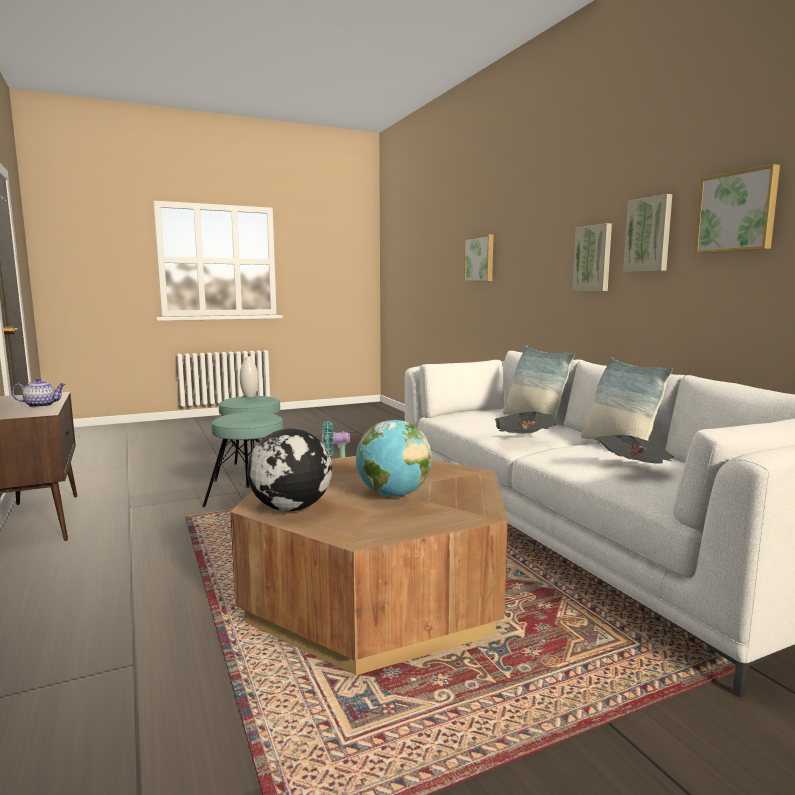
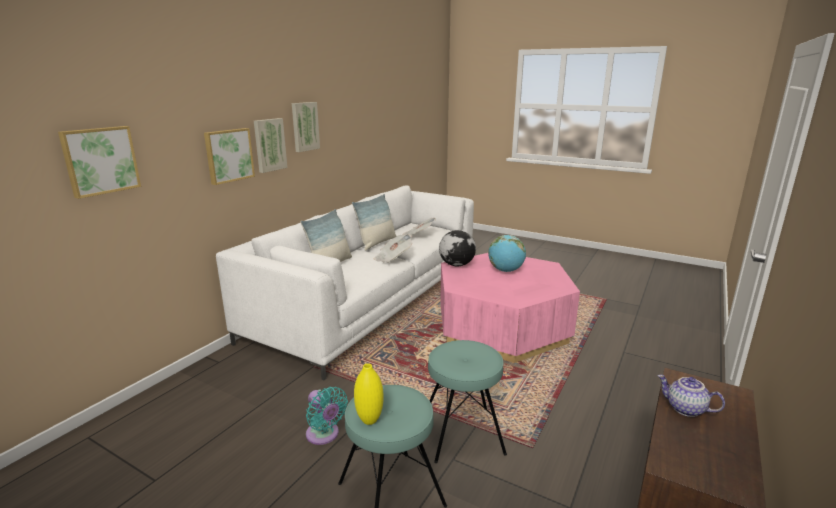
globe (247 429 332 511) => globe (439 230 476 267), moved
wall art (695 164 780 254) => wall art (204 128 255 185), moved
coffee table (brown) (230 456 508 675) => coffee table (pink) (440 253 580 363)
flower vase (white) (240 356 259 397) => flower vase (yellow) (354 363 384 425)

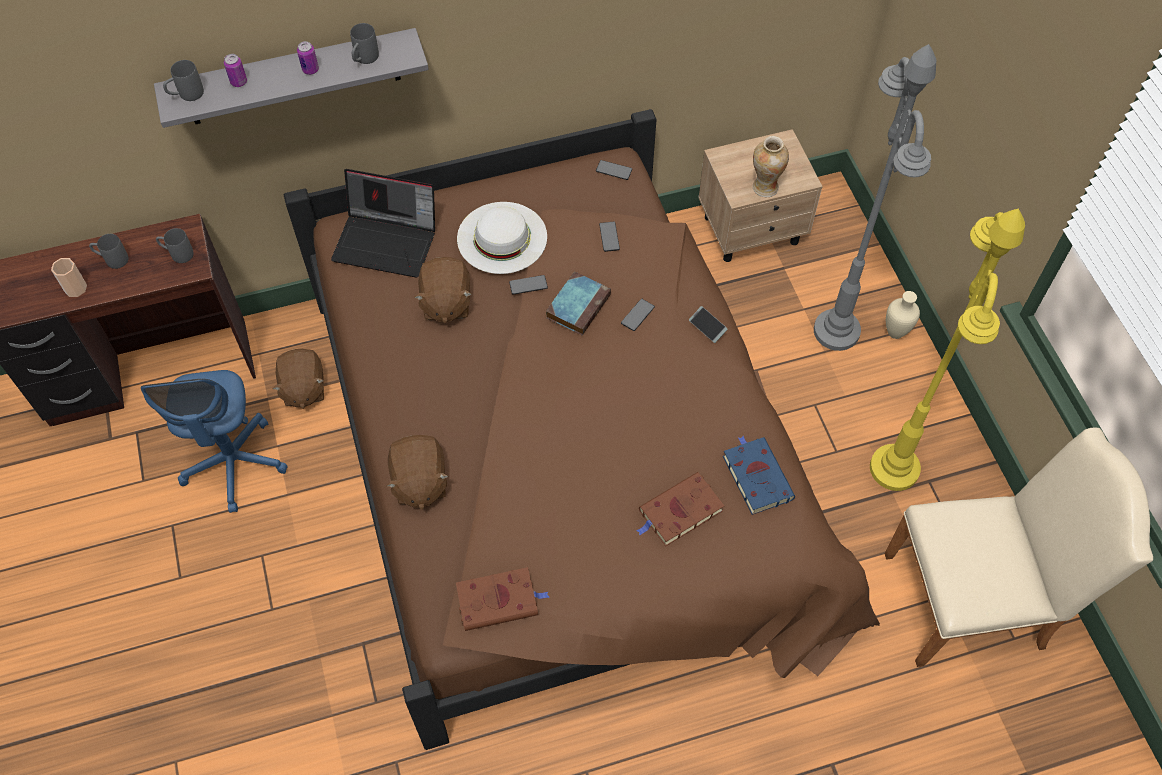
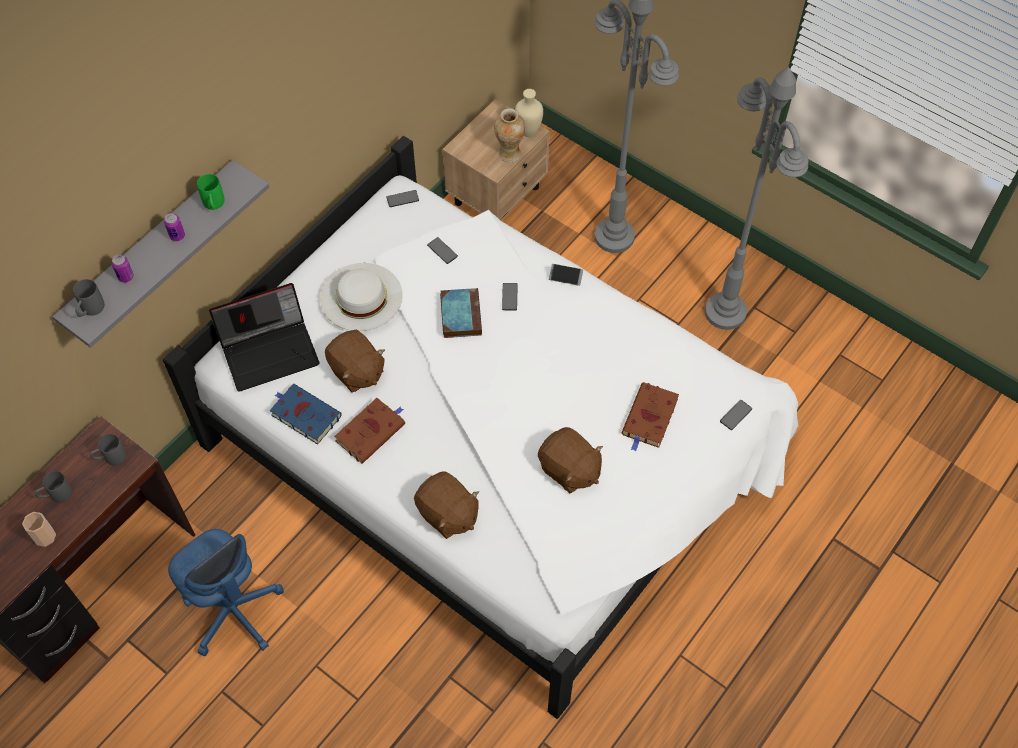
plain chair (beige-coloured) (884 428 1153 667) => nothing
cuddly toy (brown) (273 349 324 409) => cuddly toy (brown) (538 427 603 494), moved
bound book (brown) (456 567 549 631) => bound book (brown) (334 398 405 464), moved
phone (509 275 548 295) => phone (720 400 752 430), moved
bound book (bluish) (723 436 795 515) => bound book (bluish) (270 384 342 445), moved
flower vase (beige-coloured) (886 291 920 339) => flower vase (beige-coloured) (515 89 543 137), moved
sleeping bed (brown) (283 109 880 750) => sleeping bed (white) (163 136 798 719)
tea mug (greyish) (350 23 379 64) => tea mug (greenish) (197 174 225 210)
standard lamp (yellow) (870 209 1025 491) => standard lamp (greyish) (705 67 808 330)

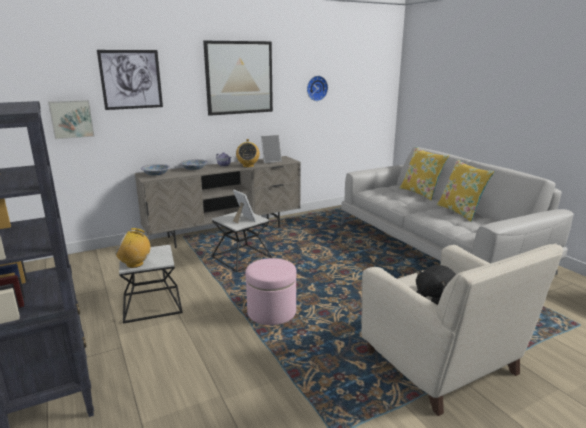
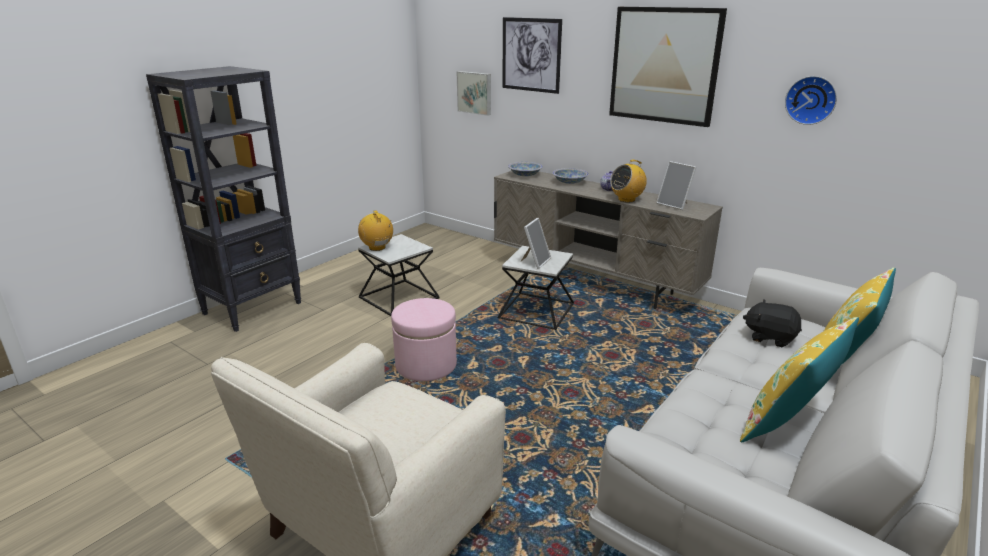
cuddly toy (blackish) (416 265 456 305) => cuddly toy (blackish) (743 299 802 347), moved

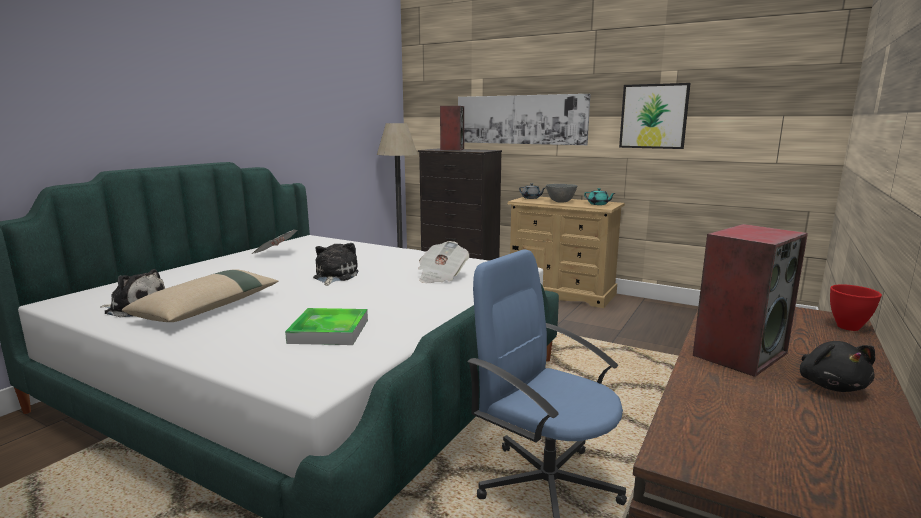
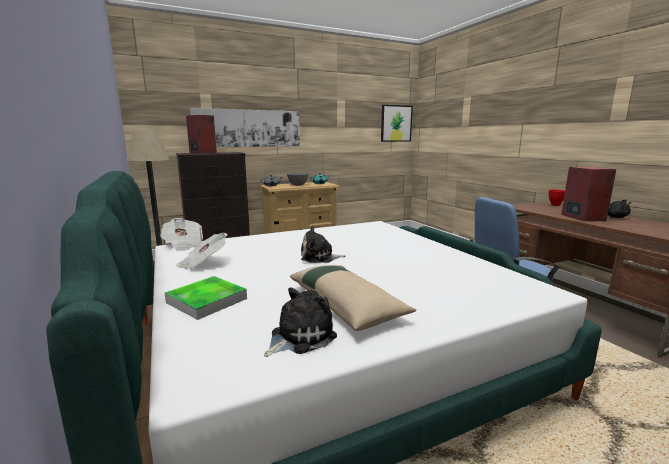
carrying tray (285 308 368 345) => carrying tray (165 276 247 320), moved
daily paper (418 241 469 283) => daily paper (160 218 203 251), moved
wall art (619 83 691 149) => wall art (381 105 413 142), moved
cuddly toy (313 243 358 286) => cuddly toy (301 226 346 263), 45 degrees counterclockwise

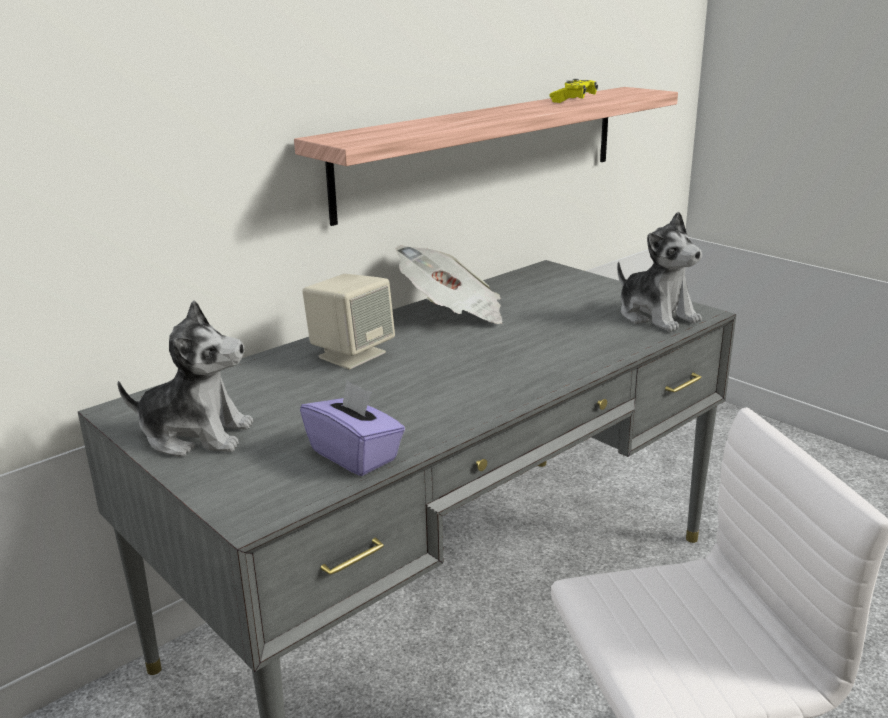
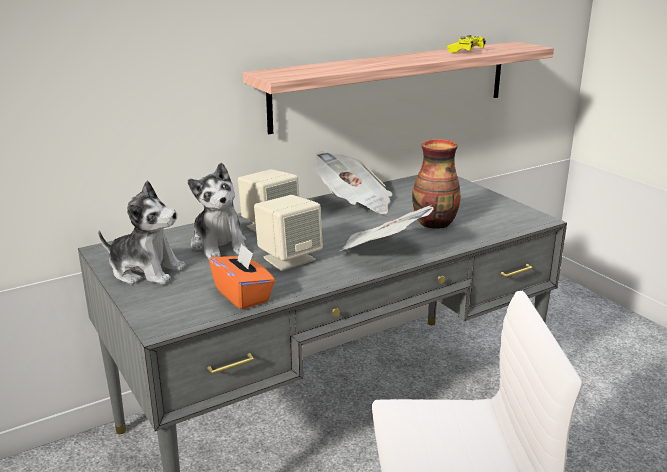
nothing => speaker (beige-coloured) (254 195 323 271)
nothing => daily paper (338 205 434 252)
nothing => flower vase (412 139 460 229)
cuddly toy (617 212 702 332) => cuddly toy (188 162 248 259), moved
box of tissues (purple-coloured) (300 380 405 476) => box of tissues (orangey) (209 243 275 310)

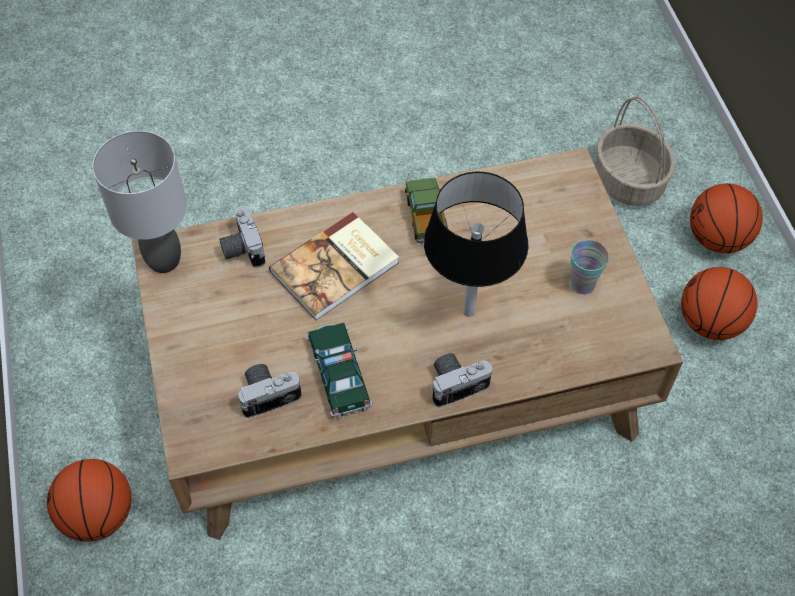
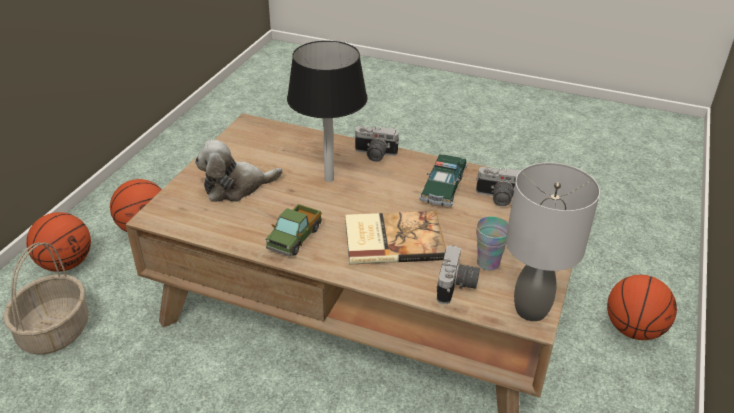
nothing => cuddly toy (195 140 283 202)
drinking cup (570 240 609 294) => drinking cup (476 216 508 271), moved

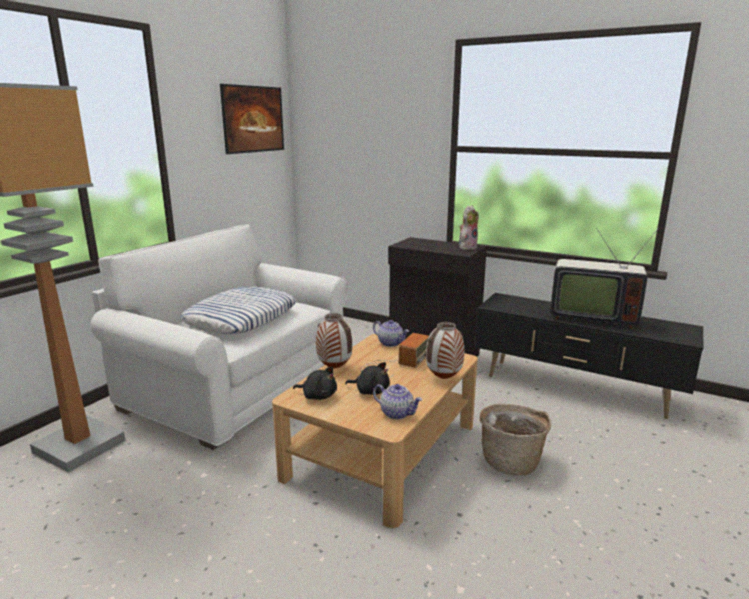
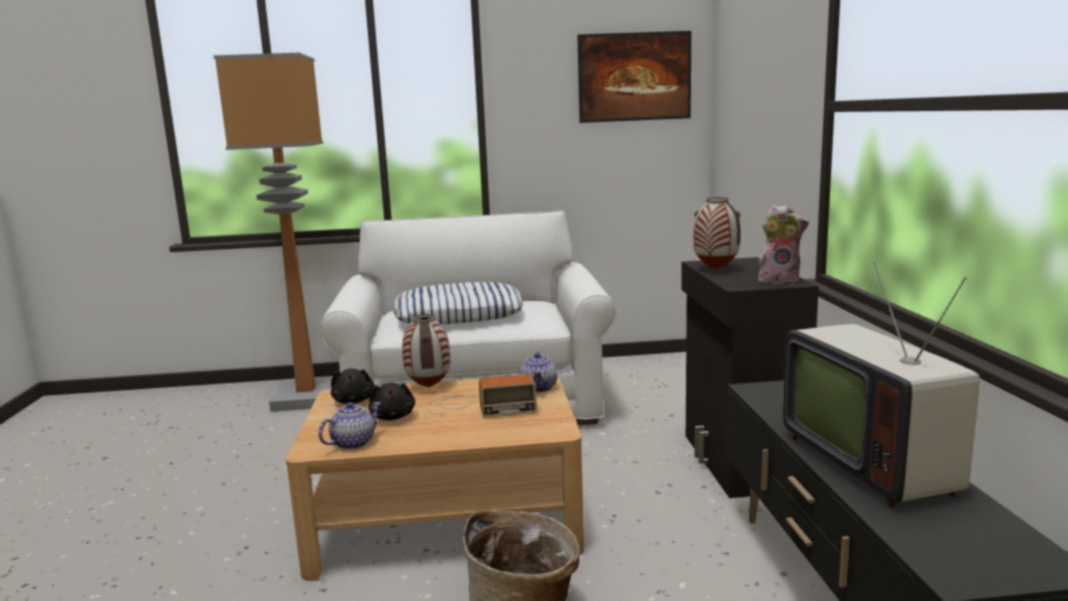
flower vase (426 322 464 379) => flower vase (693 198 741 270), moved
teapot (373 384 422 419) => teapot (318 402 381 450), 135 degrees counterclockwise

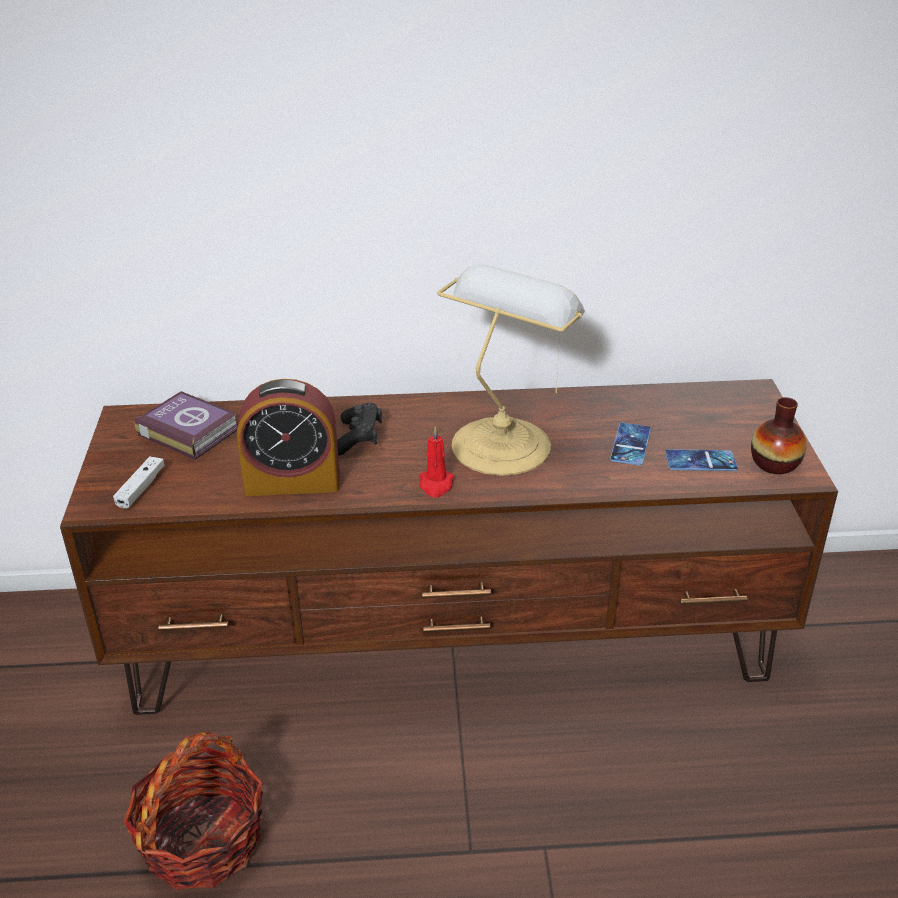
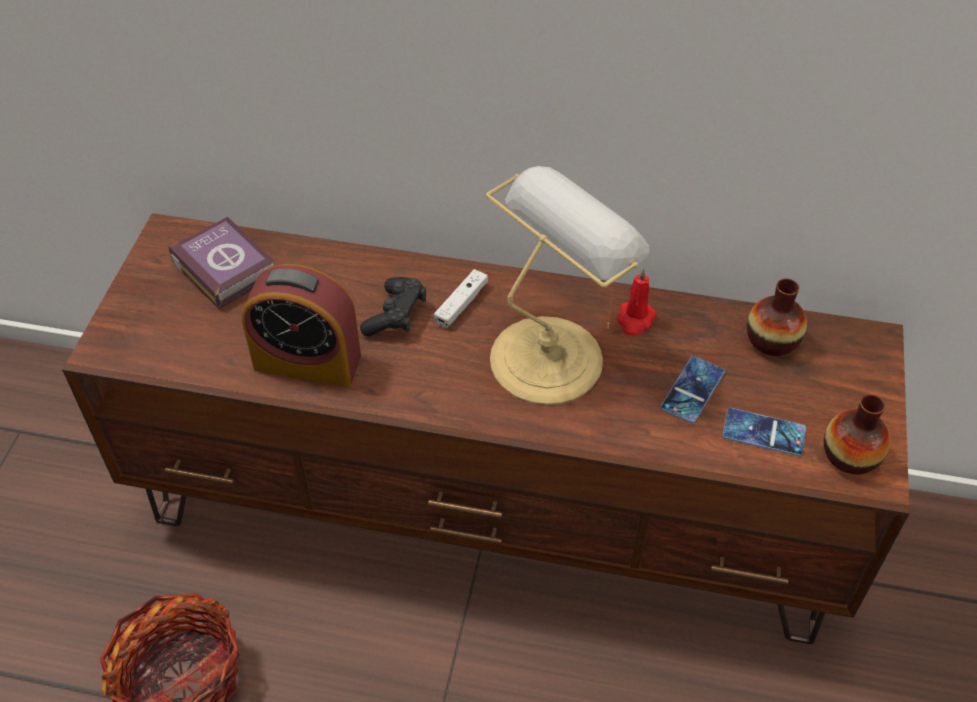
nothing => flower vase (747 279 807 356)
gamepad (white) (113 456 165 509) => gamepad (white) (434 269 488 328), moved
wax light (red) (420 426 454 498) => wax light (red) (618 268 656 336), moved

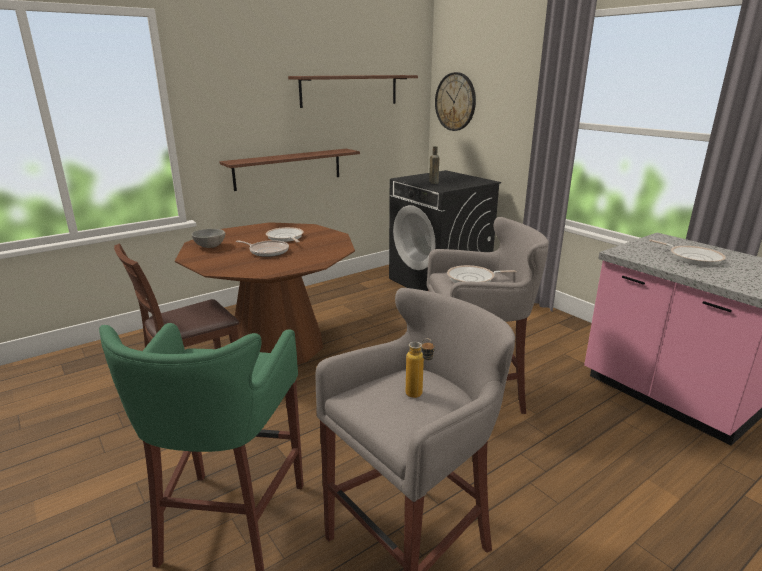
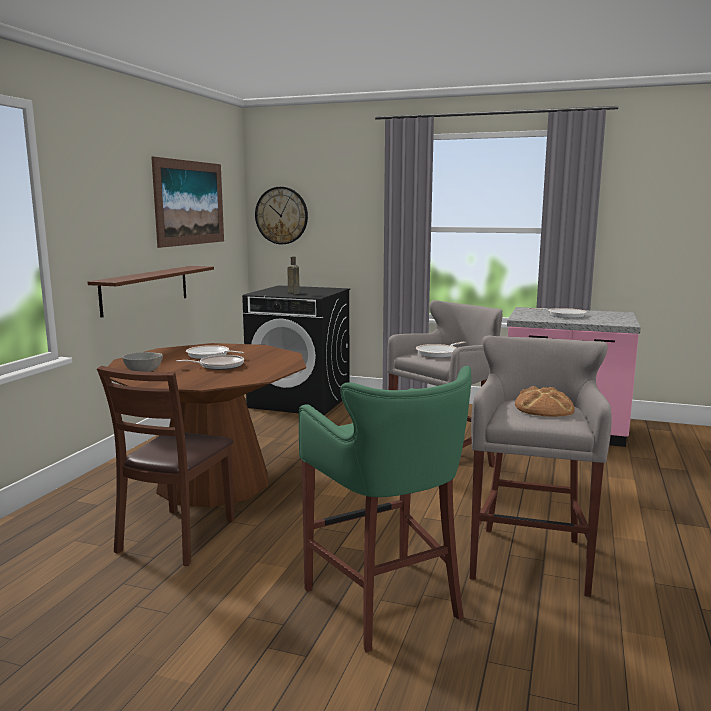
bracket shelf (brown) (288 75 418 108) => wall art (151 157 224 248)
bottle (406 338 435 398) => baked bread (515 386 575 417)

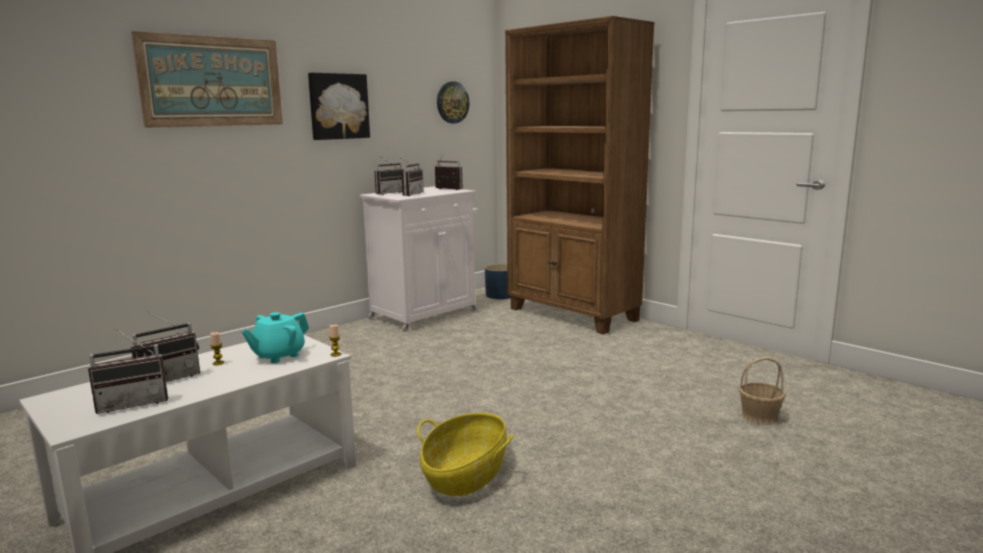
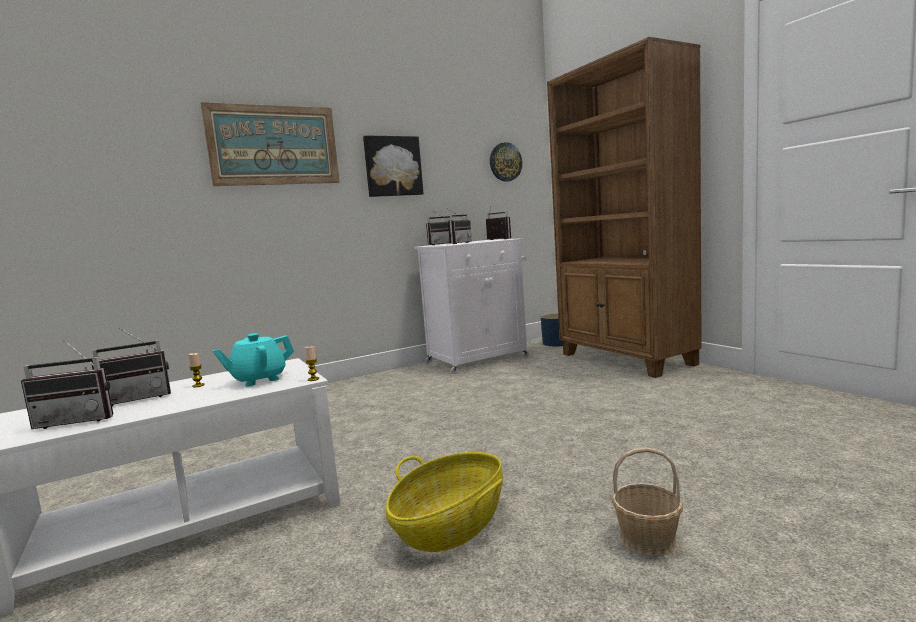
household basket (739 357 786 425) => household basket (612 447 683 556), moved

